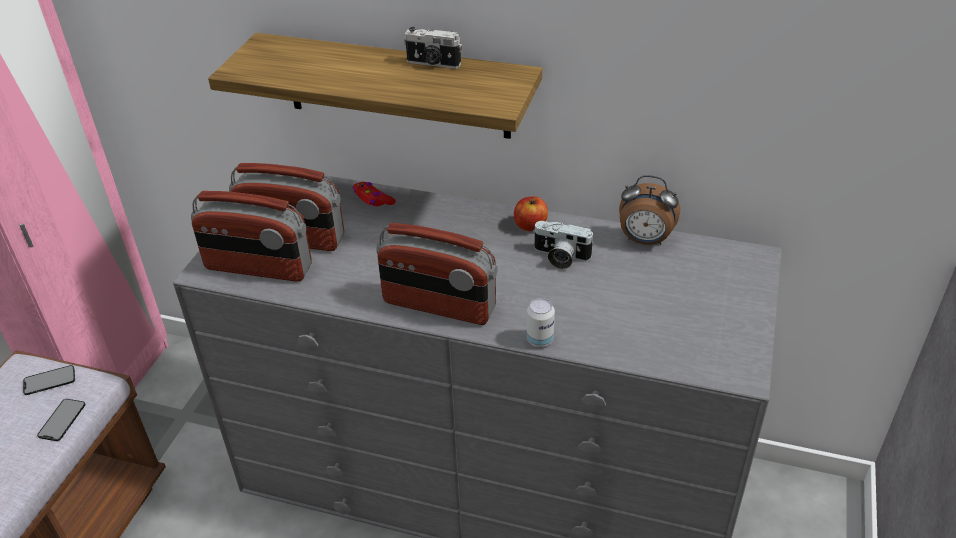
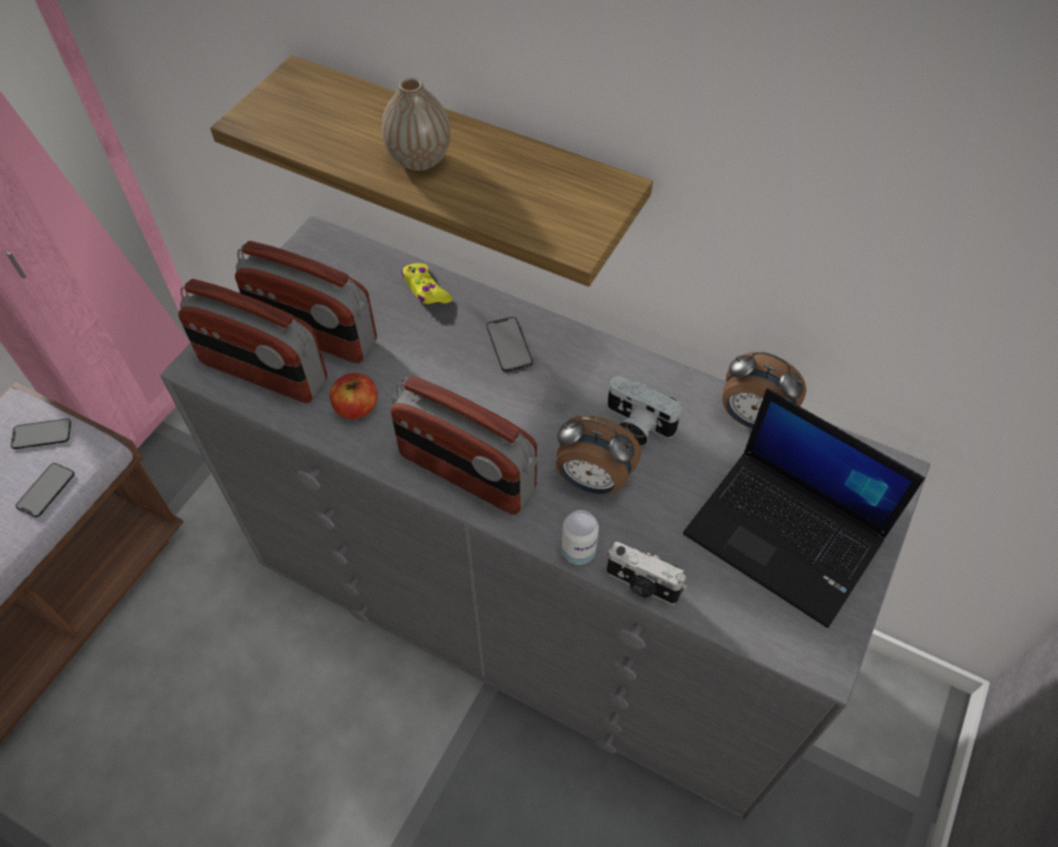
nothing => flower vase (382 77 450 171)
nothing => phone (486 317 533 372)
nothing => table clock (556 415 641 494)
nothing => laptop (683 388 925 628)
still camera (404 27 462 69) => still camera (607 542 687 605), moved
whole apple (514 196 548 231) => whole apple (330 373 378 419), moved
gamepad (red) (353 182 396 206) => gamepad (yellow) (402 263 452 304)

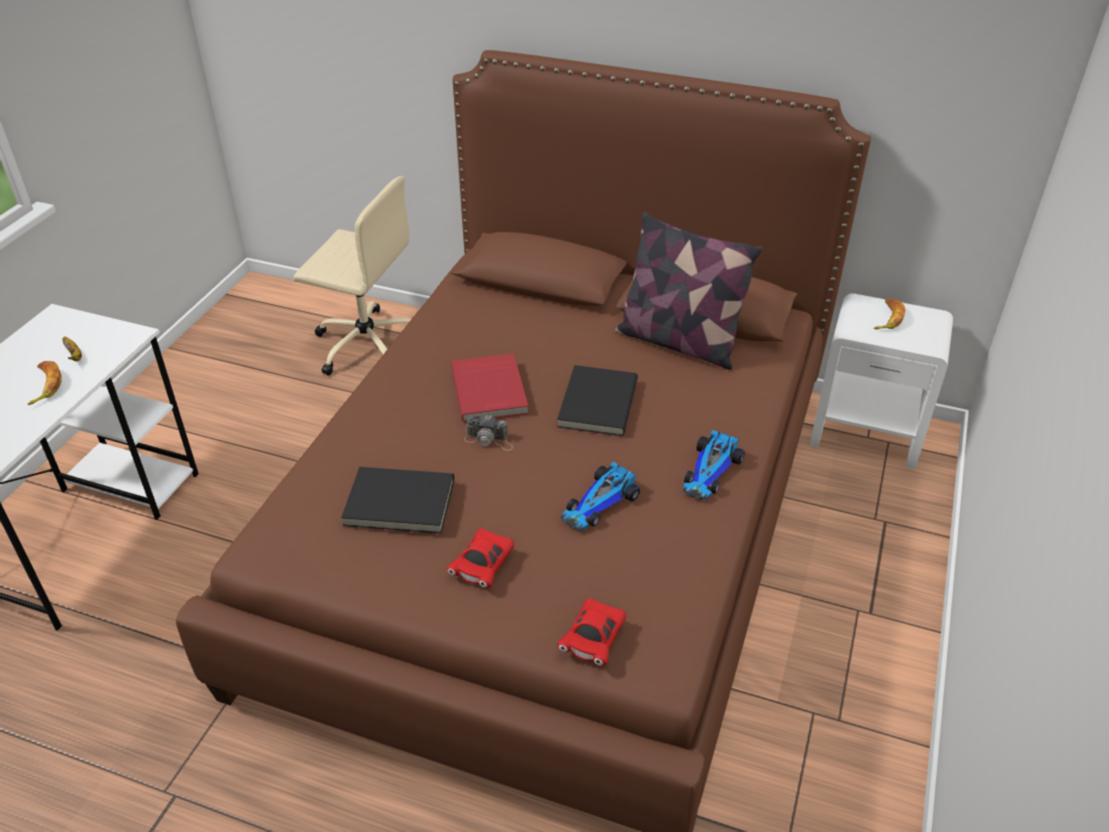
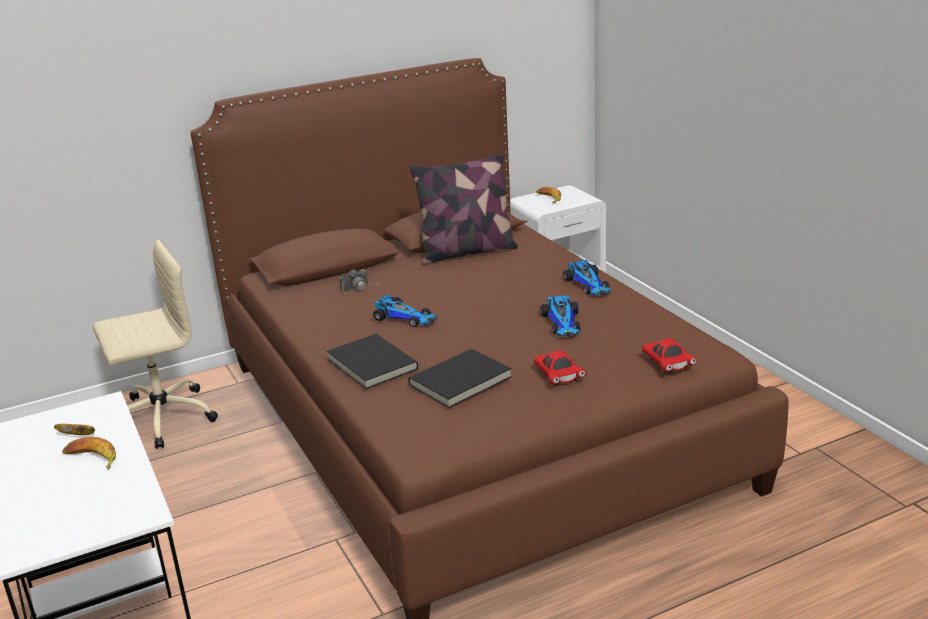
still camera (464 415 513 451) => still camera (339 269 379 294), moved
bound book (blackish) (557 365 638 436) => bound book (blackish) (327 334 418 389), moved
bound book (red) (451 353 529 422) => miniature car (373 294 438 327)

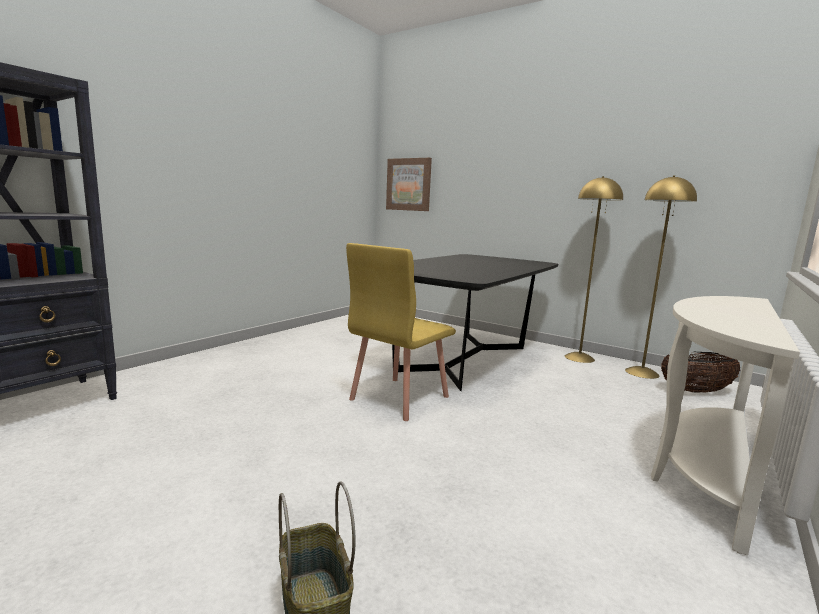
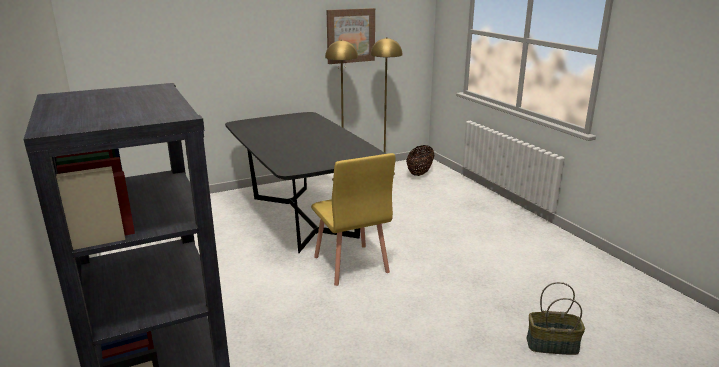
console table (white) (651 296 800 556) => nothing
wall art (386 158 432 211) => wall art (327 8 375 64), moved

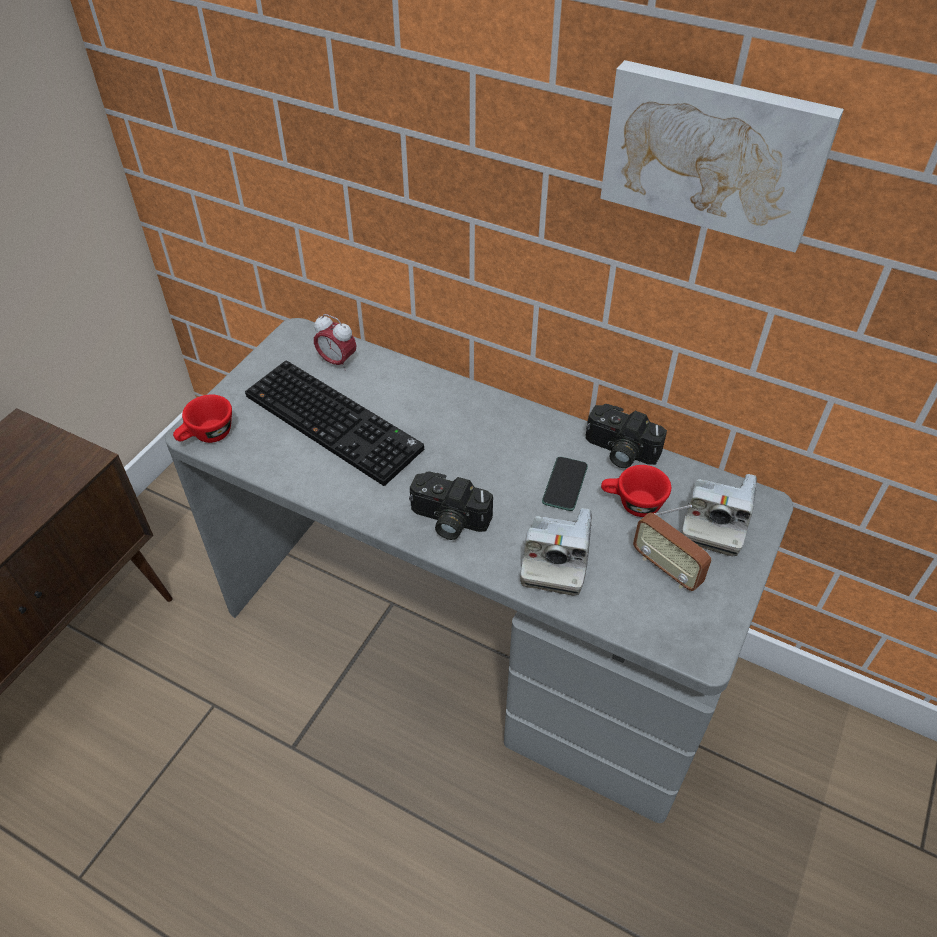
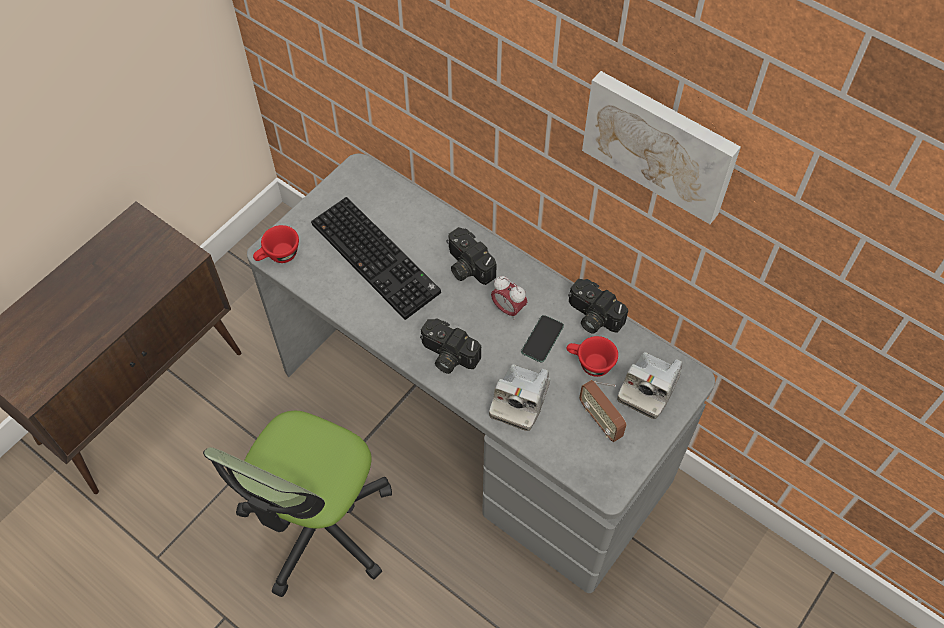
nothing => office chair (203 411 392 597)
nothing => still camera (447 227 497 285)
table clock (314 314 356 371) => table clock (491 276 527 320), moved

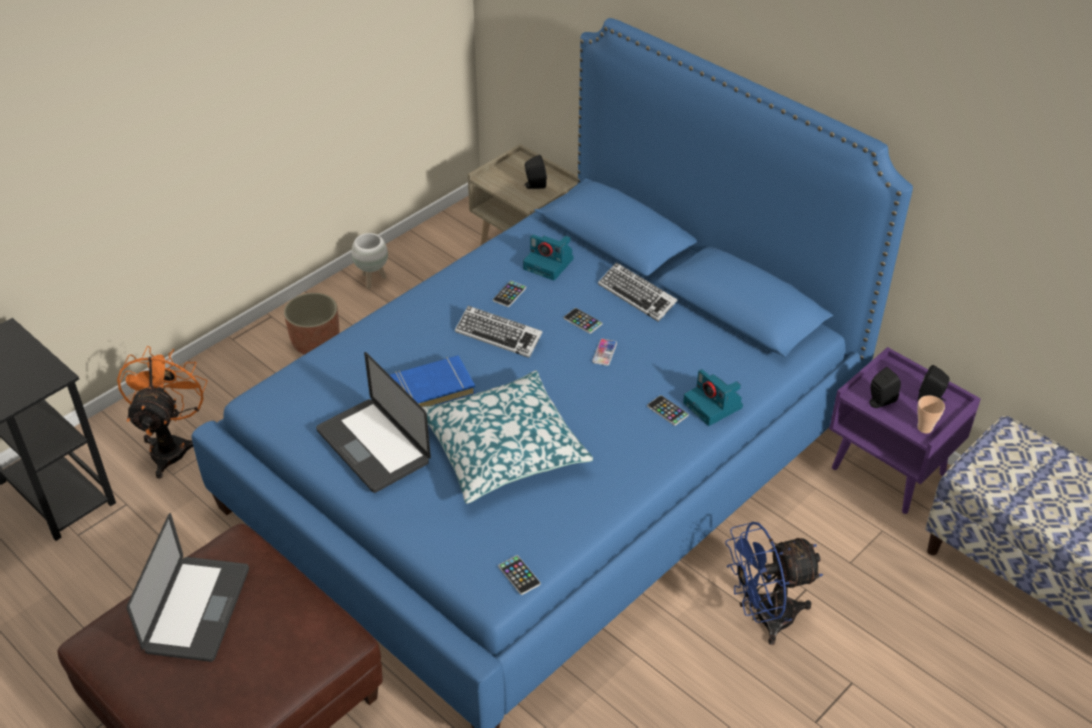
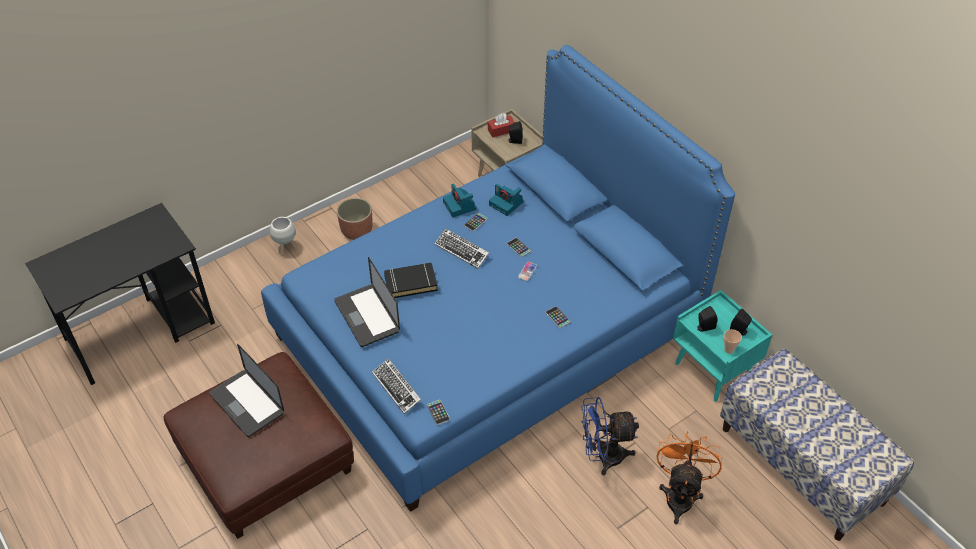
cushion (422 370 594 504) => nothing
nothing => box of tissues (red) (488 113 515 137)
fan (orangey) (117 346 207 479) => fan (orangey) (656 431 722 524), moved
planter (white) (351 233 388 289) => planter (white) (270 217 296 254), moved
computer keyboard (598 262 678 322) => computer keyboard (372 358 422 414), moved
still camera (683 369 743 426) => still camera (443 184 477 217), moved
bound book (bluish) (390 355 475 407) => bound book (blackish) (384 263 438 298)
night table (purple-coloured) (829 347 981 514) => night table (turquoise-coloured) (673 290 772 402)
laptop (127 513 249 662) => laptop (209 344 284 437), 120 degrees clockwise

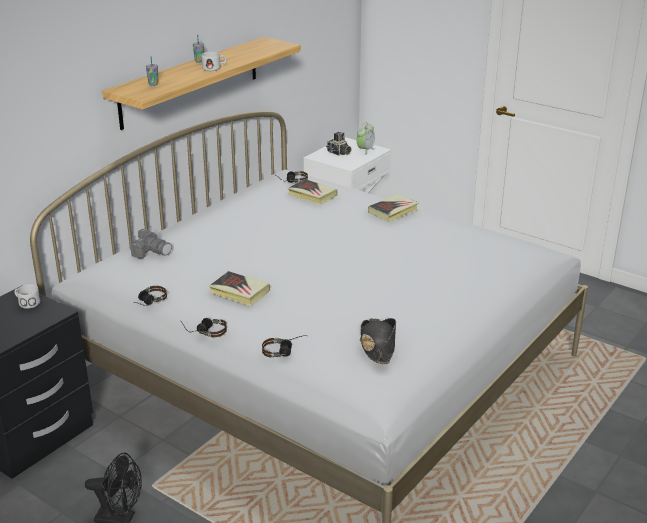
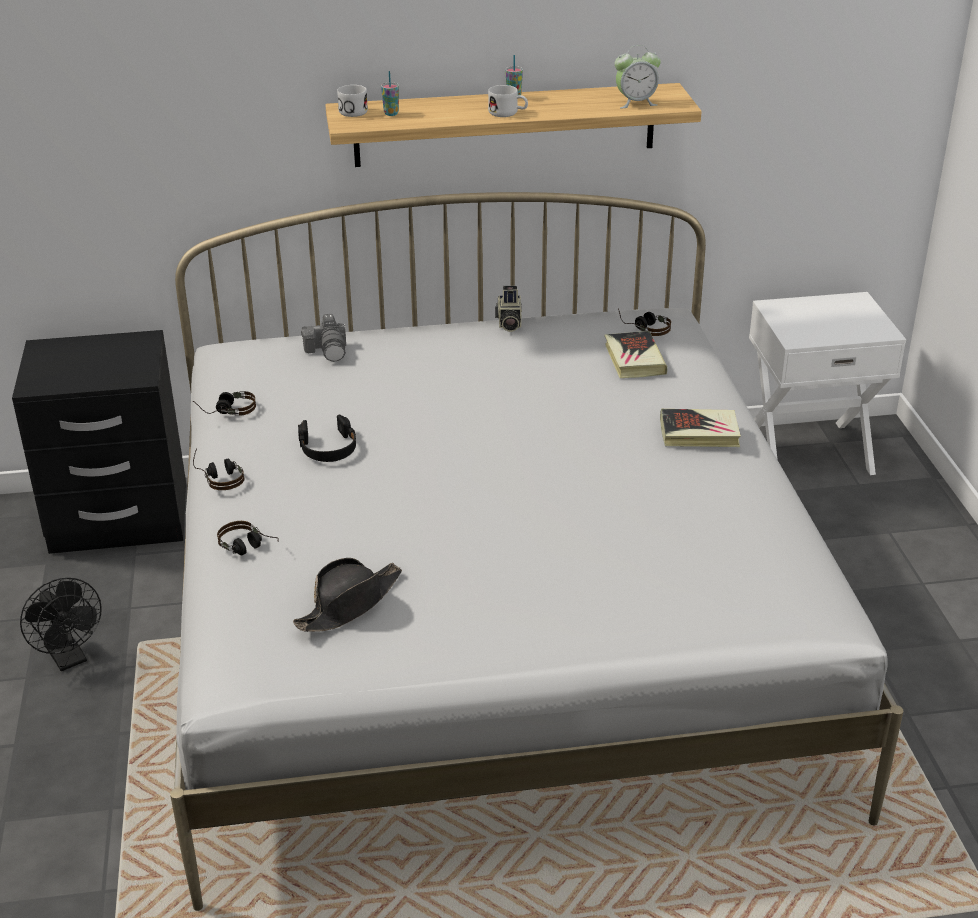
tea mug (white) (14 284 40 309) => tea mug (white) (337 85 368 117), moved
still camera (326 132 352 156) => still camera (495 286 522 332), moved
table clock (357 122 375 155) => table clock (615 45 661 108), moved
bound book (209 271 270 306) => headset (blackish) (298 415 356 462)

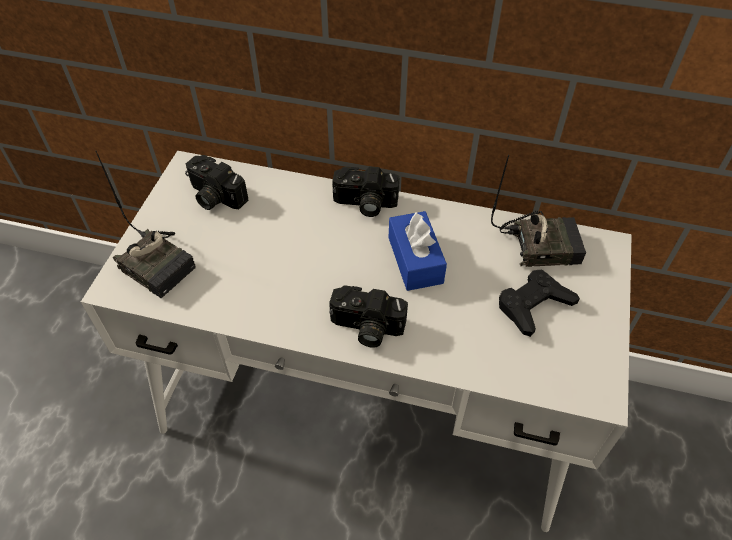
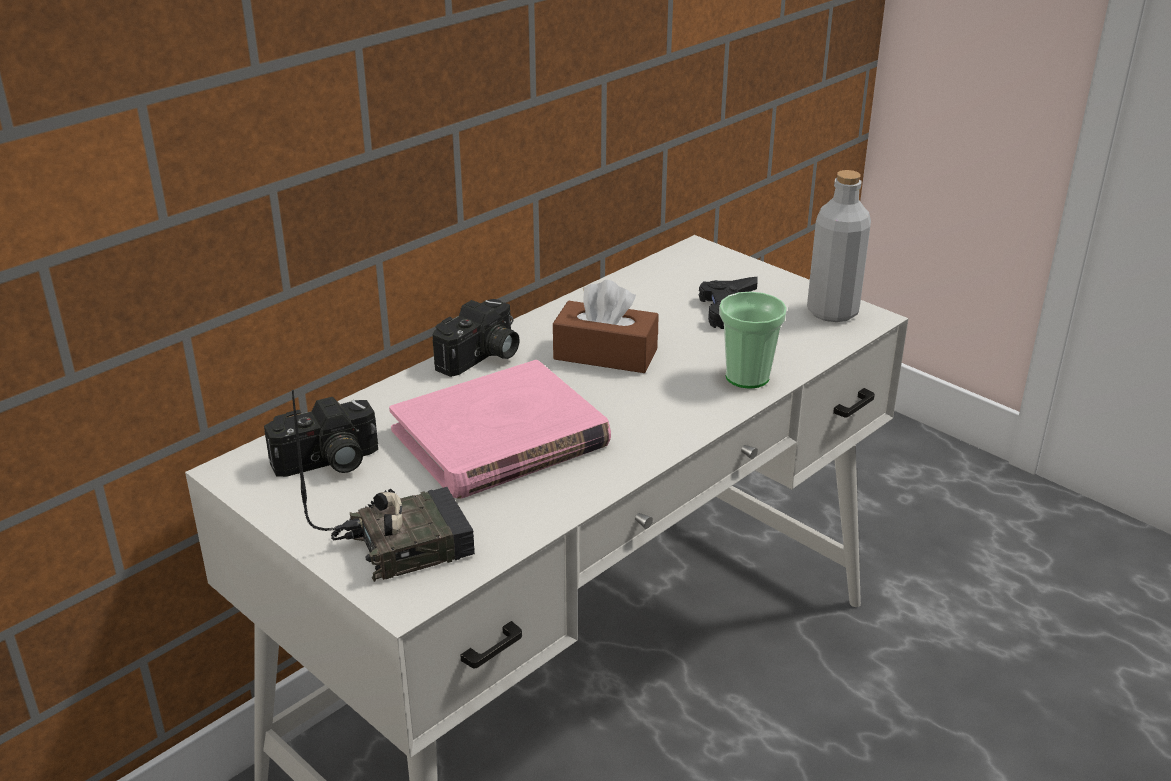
still camera (329 286 408 348) => nothing
radio set (491 155 586 267) => nothing
nothing => bound book (pink) (389 360 611 499)
nothing => drinking cup (719 291 787 388)
nothing => bottle (greyish) (807 170 871 322)
box of tissues (bluish) (388 211 447 291) => box of tissues (brown) (553 280 659 373)

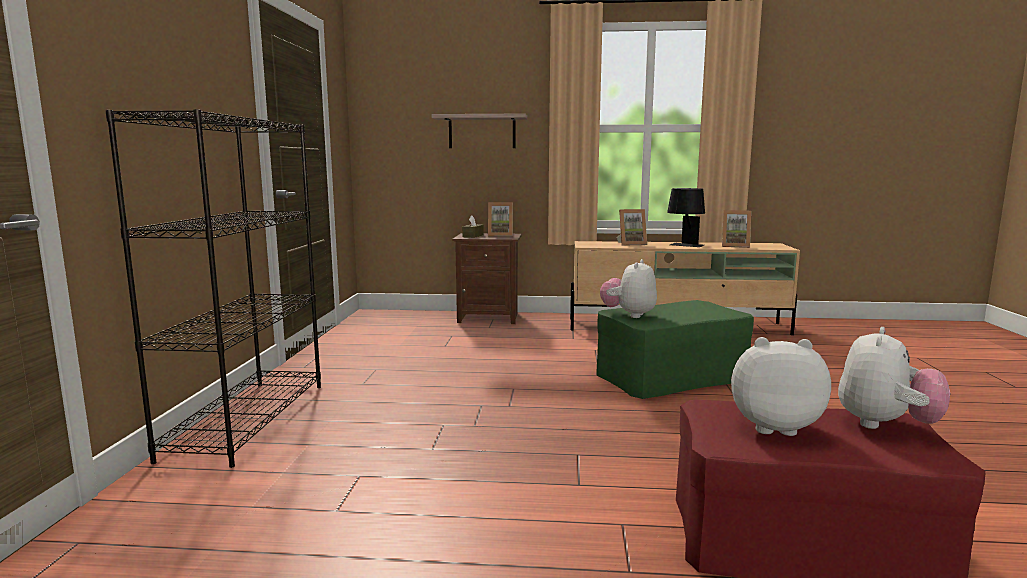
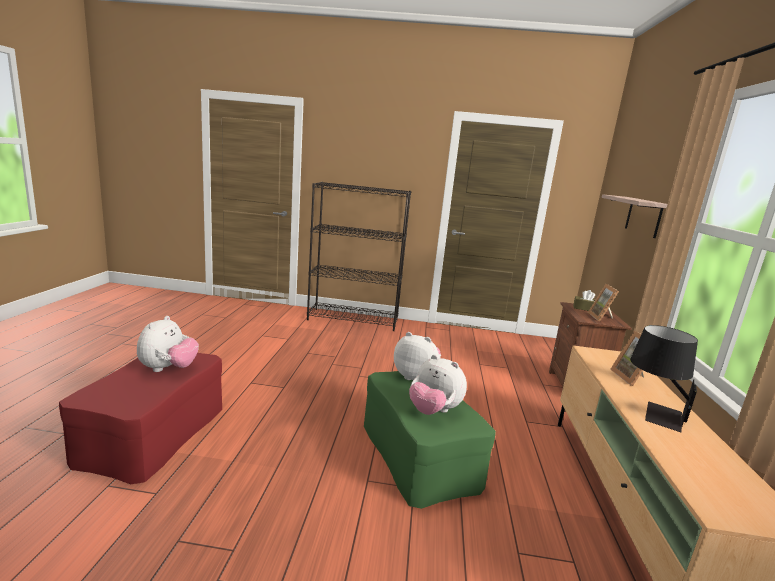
standing frame (722 210 751 248) => nothing
cuddly toy (838 327 950 429) => cuddly toy (409 354 467 415), moved

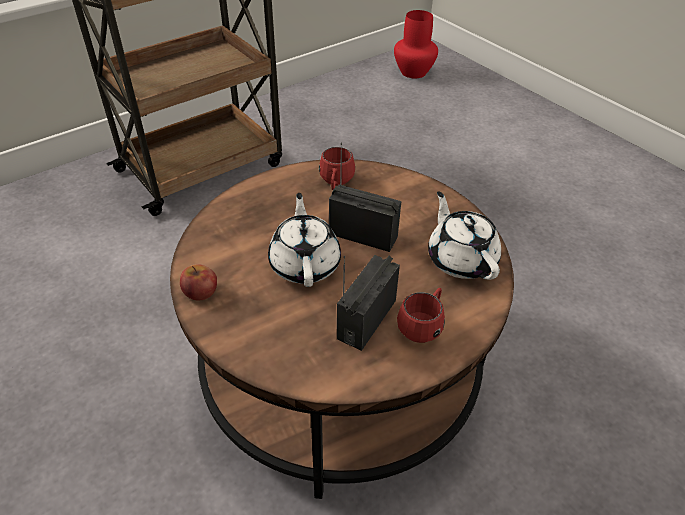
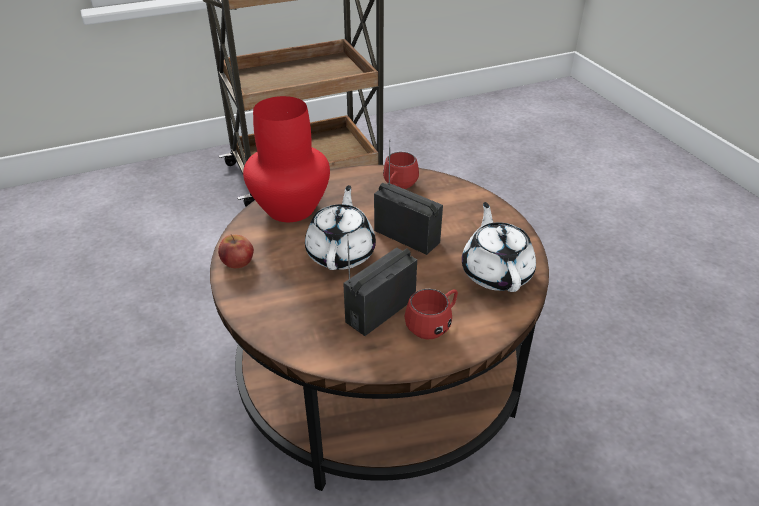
flower vase (red) (394 10 438 78) => flower vase (red) (243 96 330 222), moved

